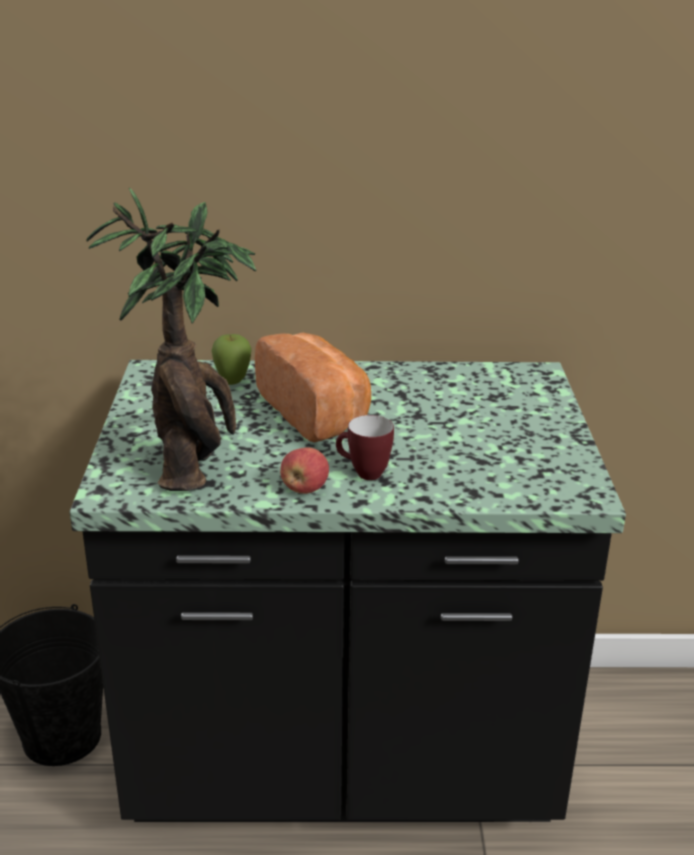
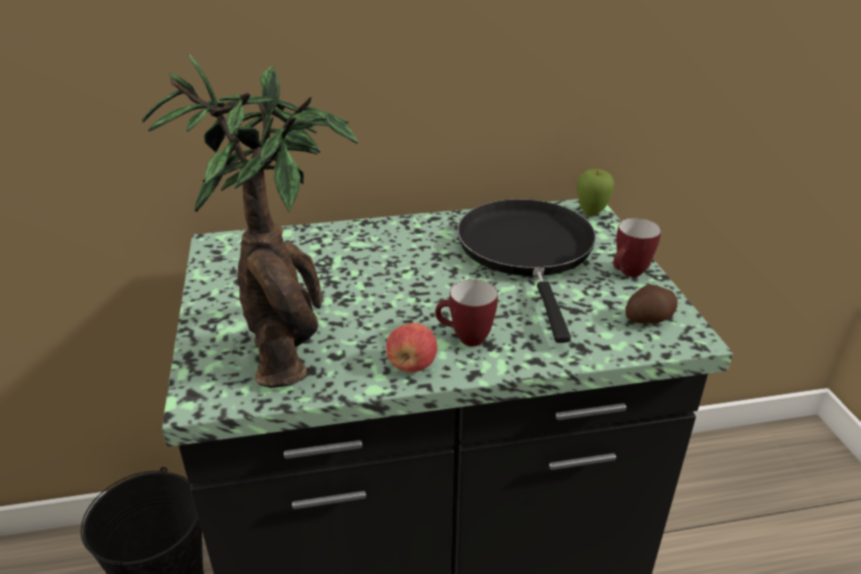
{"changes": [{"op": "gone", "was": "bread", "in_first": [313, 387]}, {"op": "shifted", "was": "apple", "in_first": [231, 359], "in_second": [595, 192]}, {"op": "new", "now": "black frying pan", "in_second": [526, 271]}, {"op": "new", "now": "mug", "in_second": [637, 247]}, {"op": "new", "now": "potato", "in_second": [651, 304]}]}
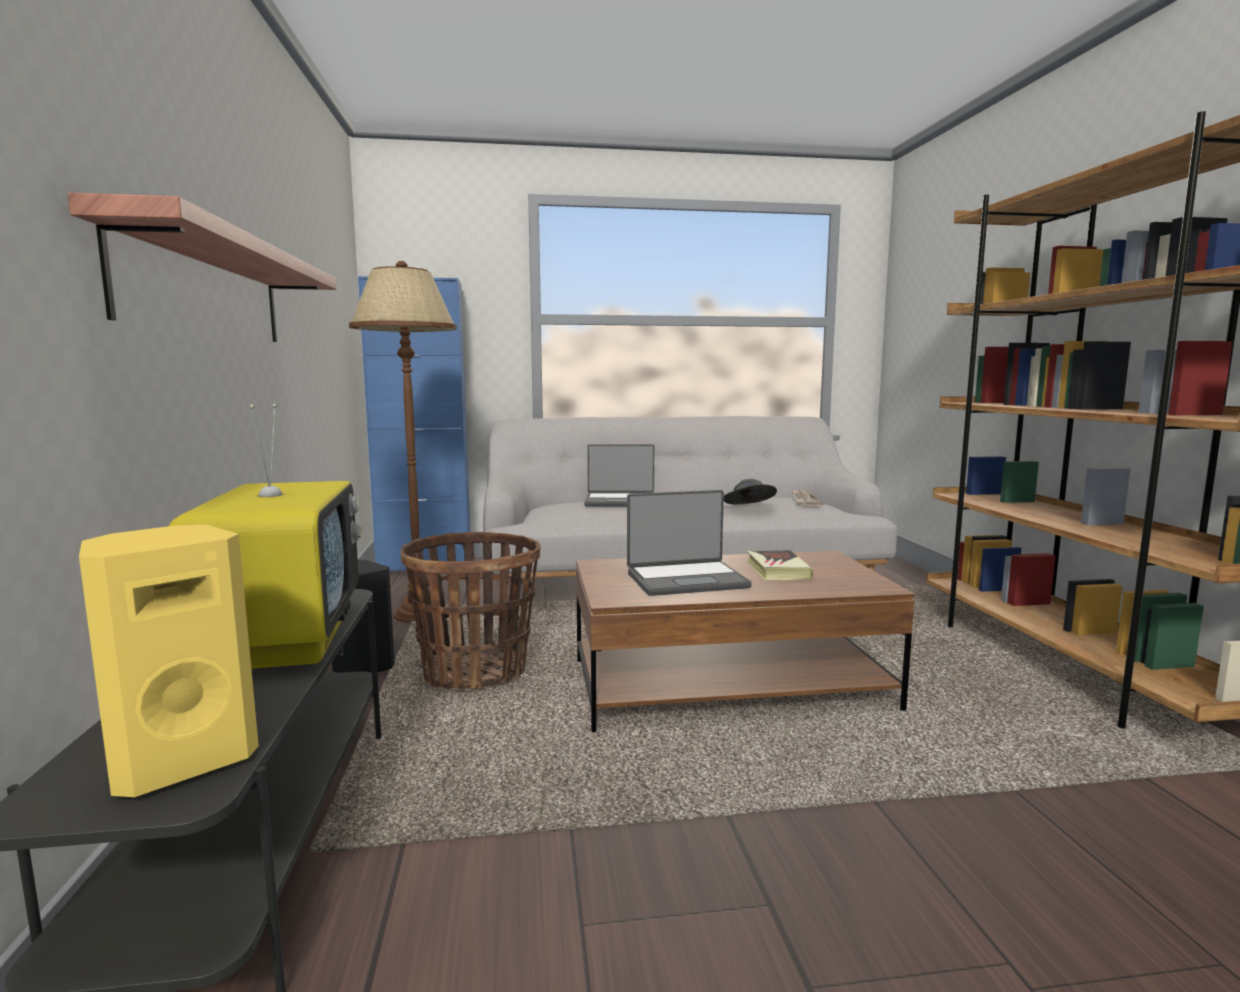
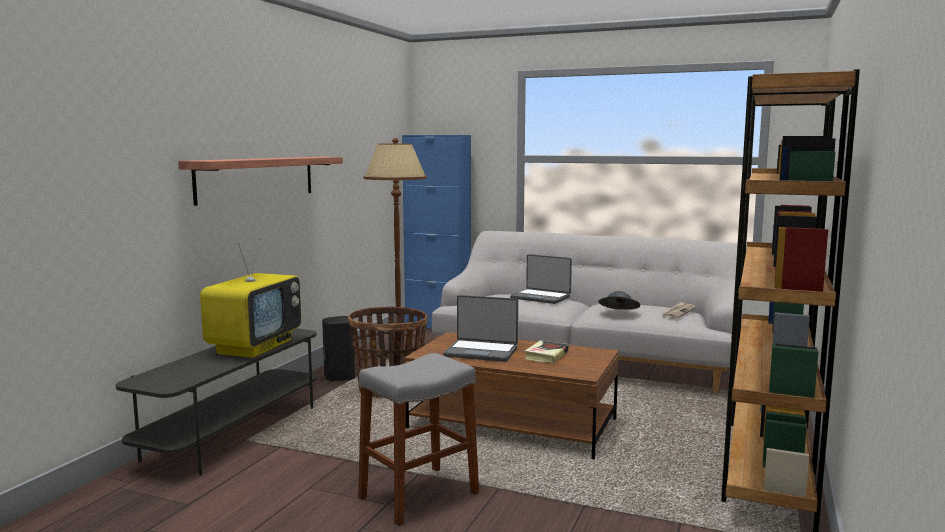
{"changes": [{"op": "gone", "was": "yellow speaker", "in_first": [169, 661]}, {"op": "new", "now": "grey stool", "in_second": [418, 439]}]}
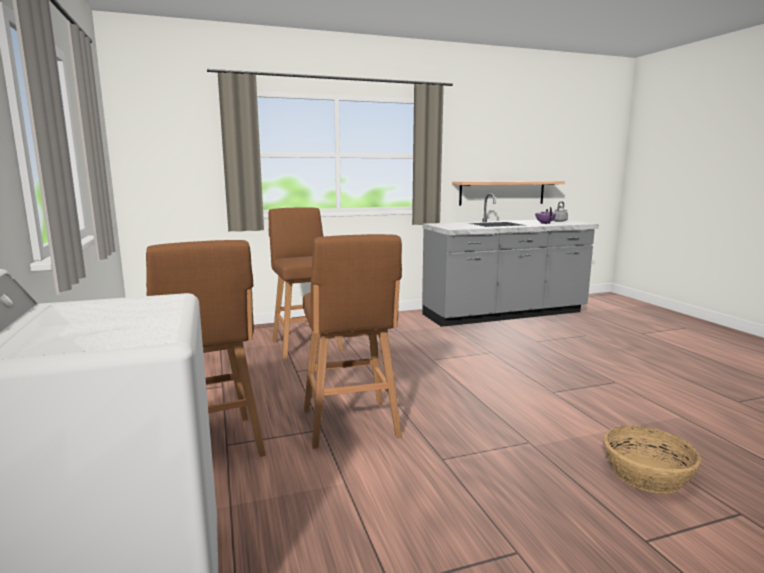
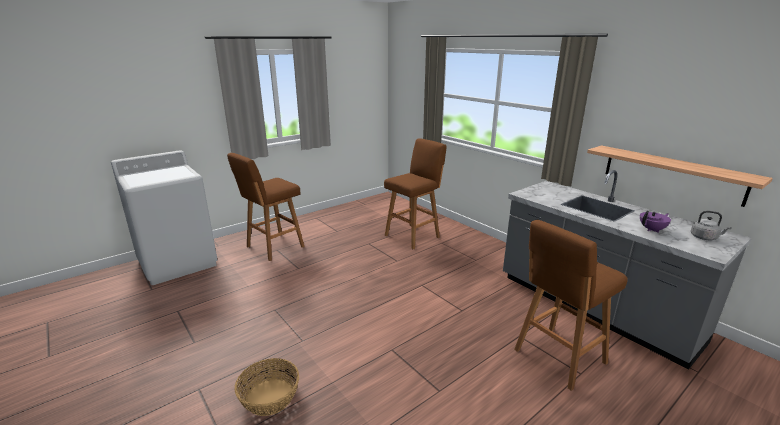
{"changes": [{"op": "shifted", "was": "brown stool", "in_first": [352, 341], "in_second": [571, 305]}]}
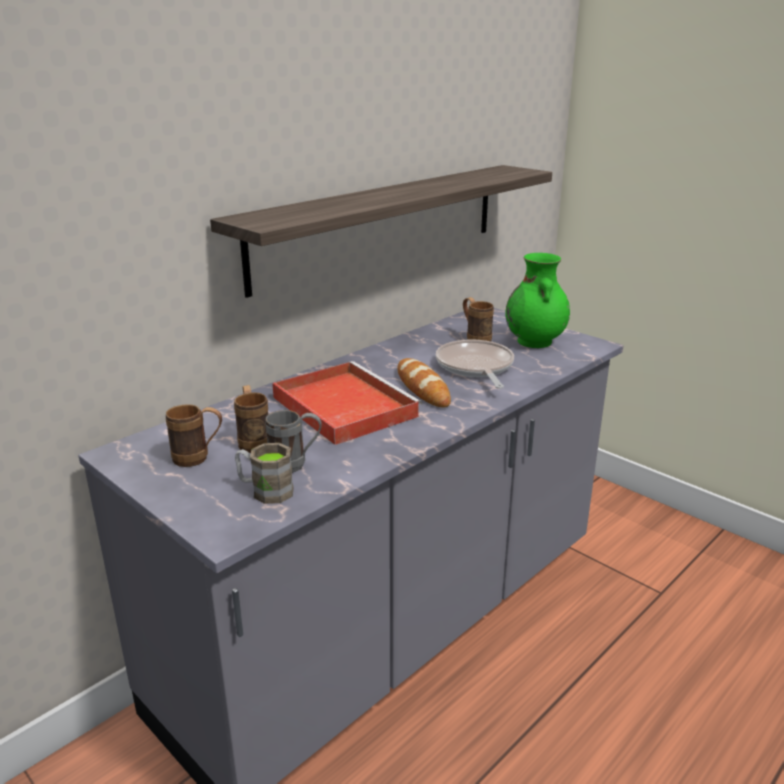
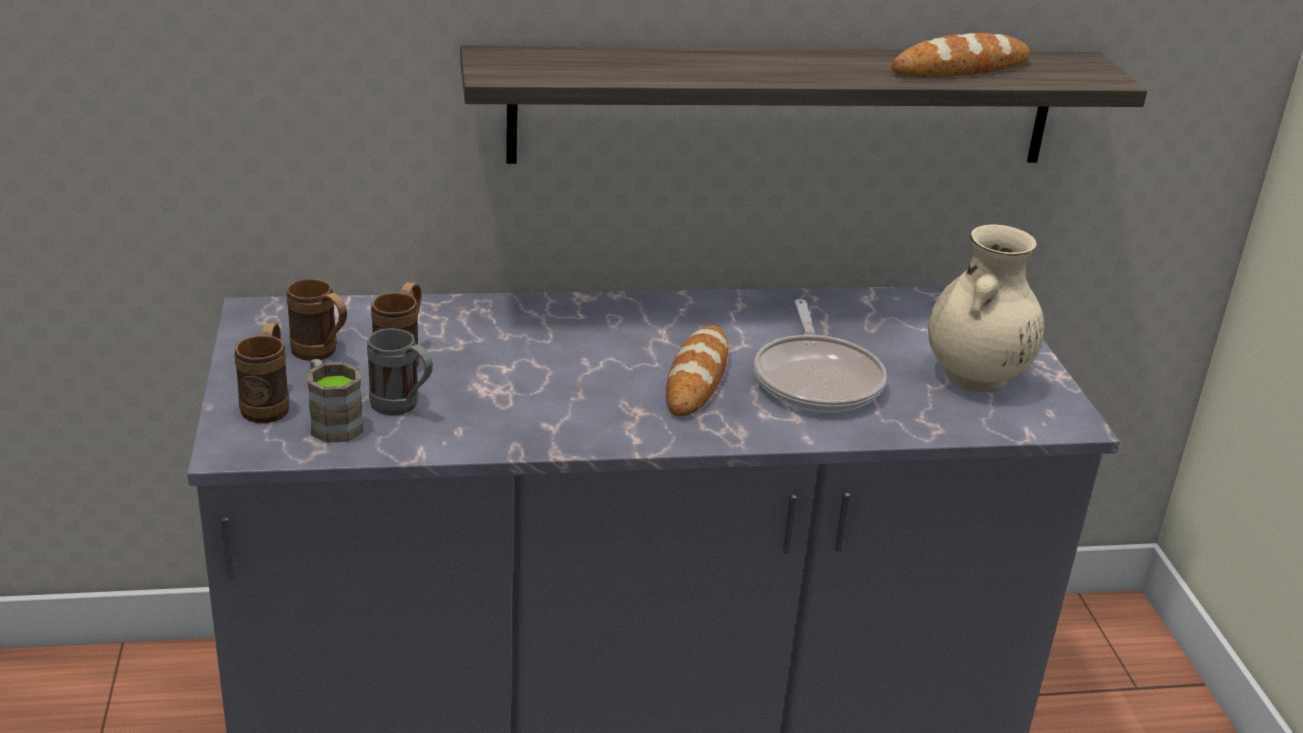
{"changes": [{"op": "repainted", "was": "green vase", "now": "beige vase", "in_first": [537, 300], "in_second": [986, 309]}, {"op": "shifted", "was": "brown mug", "in_first": [478, 319], "in_second": [261, 373]}, {"op": "rotated", "was": "frying pan", "in_first": [475, 364], "in_second": [820, 355], "clockwise": 150}, {"op": "gone", "was": "red tray", "in_first": [347, 403]}, {"op": "new", "now": "bread", "in_second": [960, 55]}]}
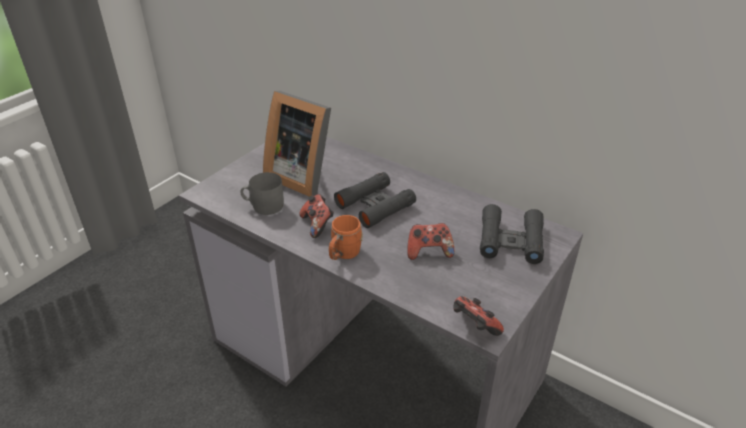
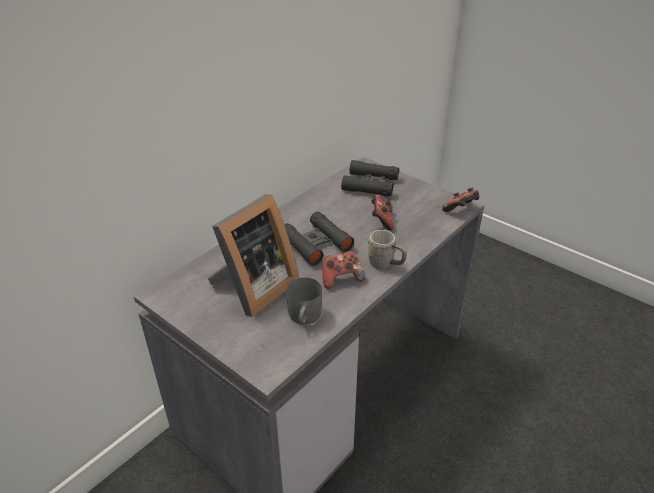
{"changes": [{"op": "repainted", "was": "orange mug", "now": "grey mug", "in_first": [346, 237], "in_second": [387, 249]}]}
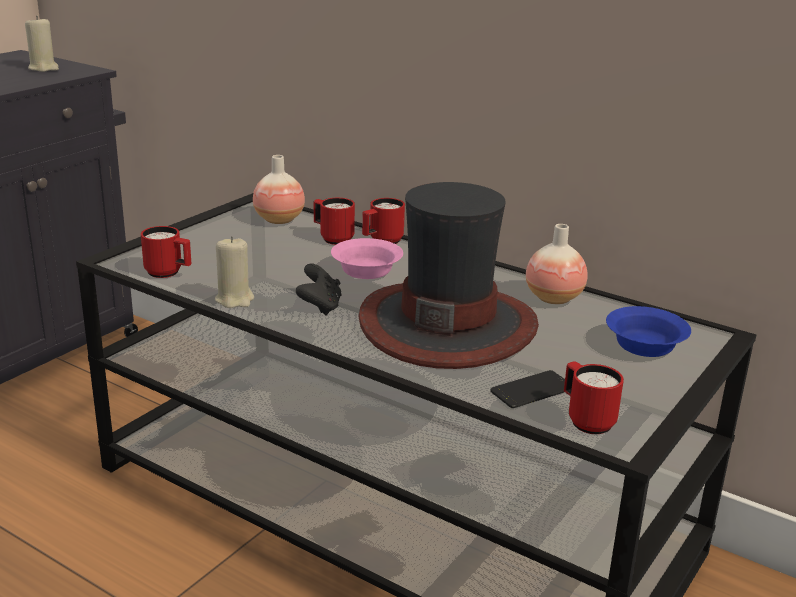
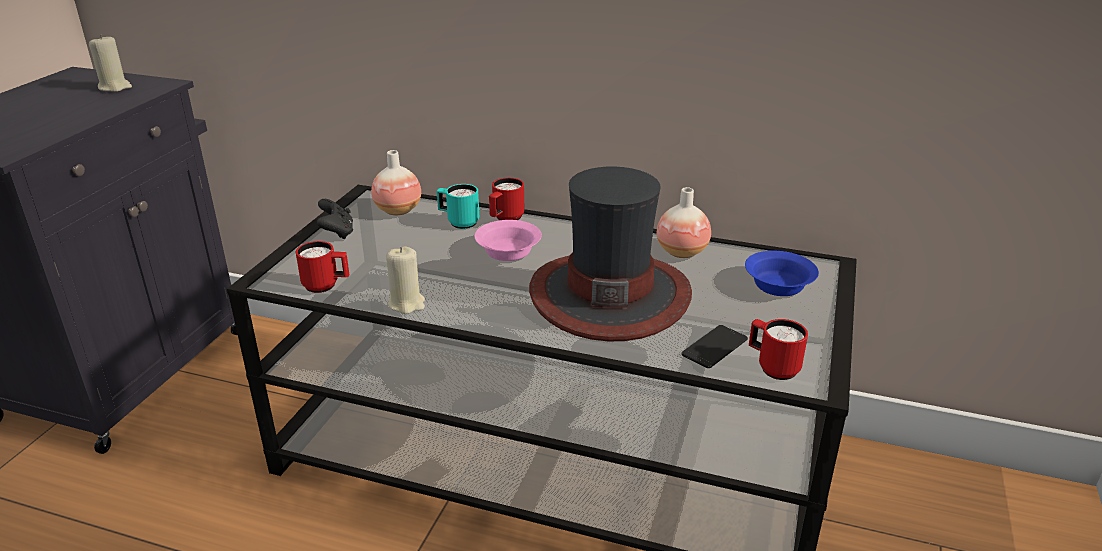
{"changes": [{"op": "repainted", "was": "red mug", "now": "turquoise mug", "in_first": [334, 221], "in_second": [458, 206]}, {"op": "shifted", "was": "black game controller", "in_first": [319, 290], "in_second": [335, 219]}]}
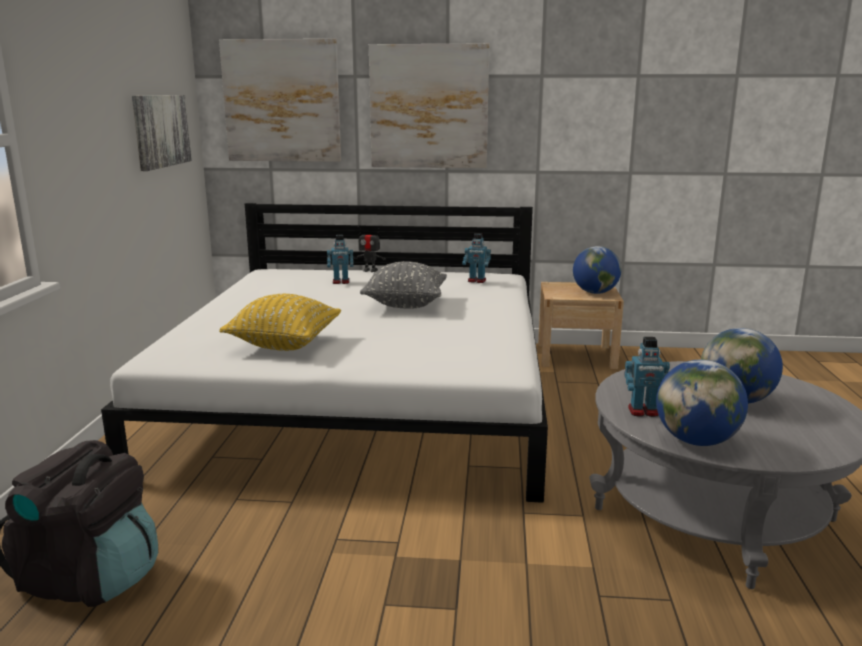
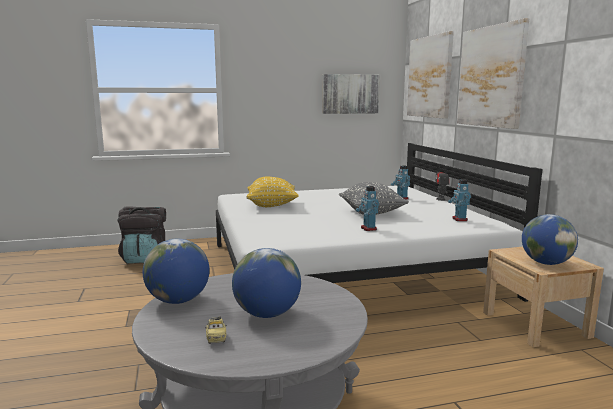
{"changes": [{"op": "shifted", "was": "toy robot", "in_first": [647, 377], "in_second": [367, 208]}, {"op": "new", "now": "toy car", "in_second": [216, 330]}]}
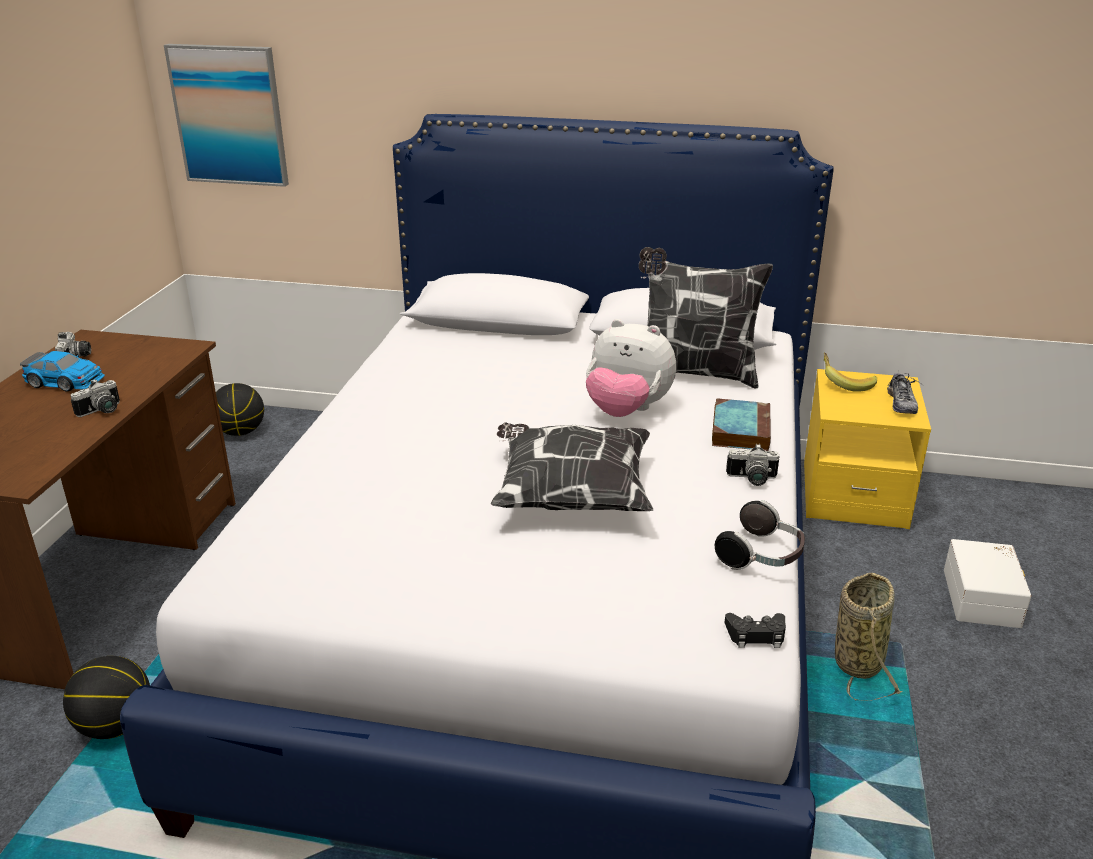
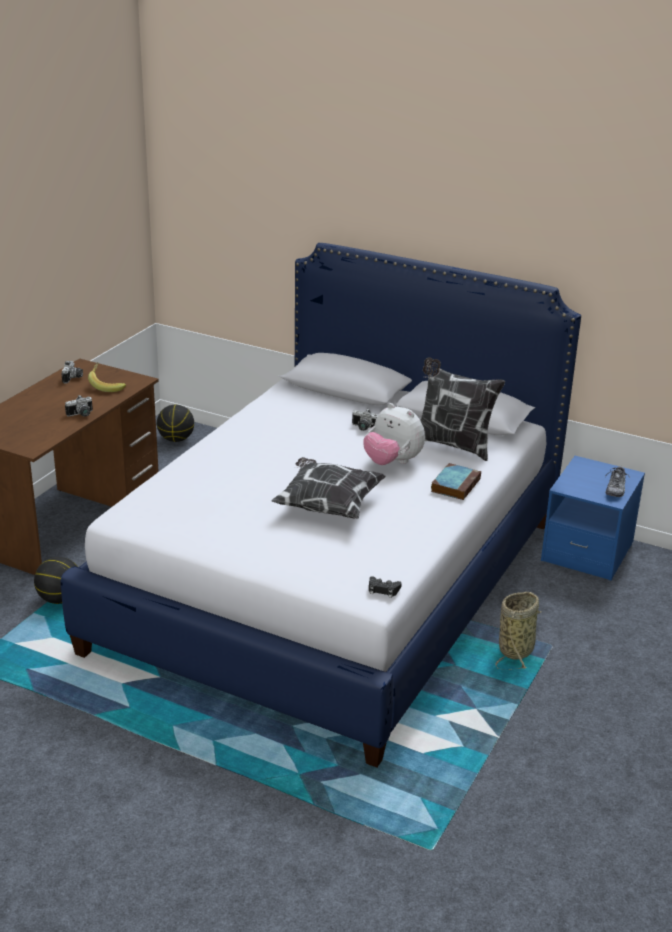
{"changes": [{"op": "gone", "was": "picture", "in_first": [226, 115]}, {"op": "gone", "was": "toy car", "in_first": [62, 371]}, {"op": "shifted", "was": "banana", "in_first": [850, 372], "in_second": [107, 377]}, {"op": "repainted", "was": "yellow nightstand", "now": "blue nightstand", "in_first": [867, 449], "in_second": [593, 518]}, {"op": "shifted", "was": "photo camera", "in_first": [752, 465], "in_second": [365, 420]}, {"op": "gone", "was": "headphones", "in_first": [760, 535]}, {"op": "gone", "was": "white storage box", "in_first": [987, 583]}]}
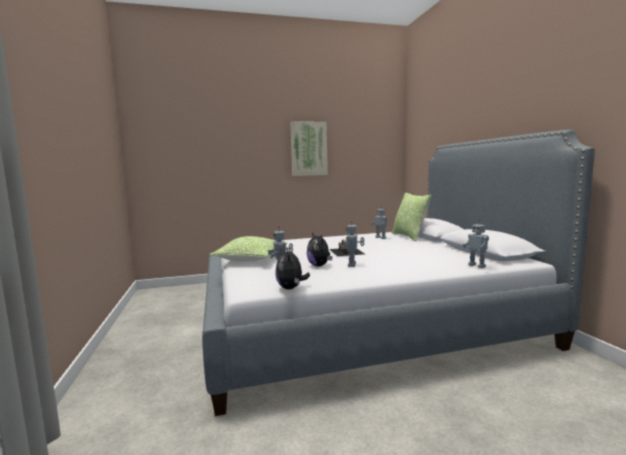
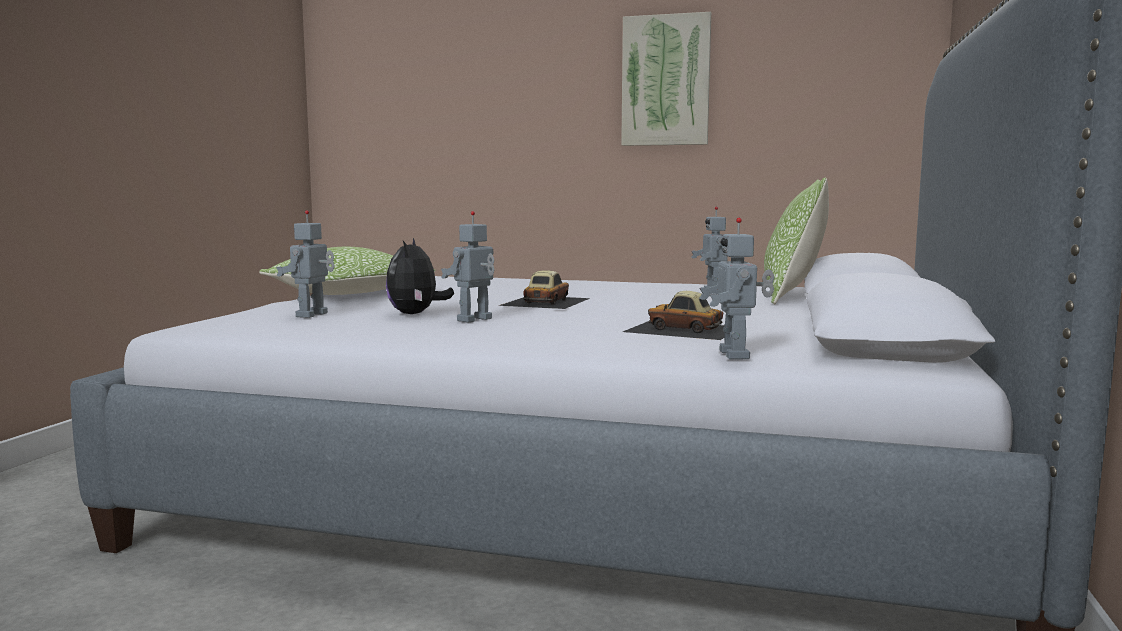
{"changes": [{"op": "gone", "was": "plush toy", "in_first": [292, 268]}, {"op": "new", "now": "toy car", "in_second": [674, 315]}]}
